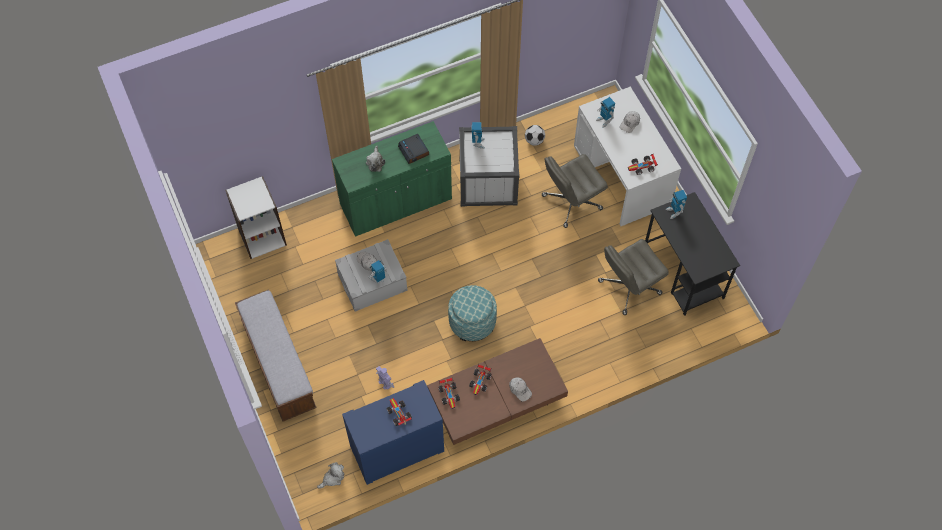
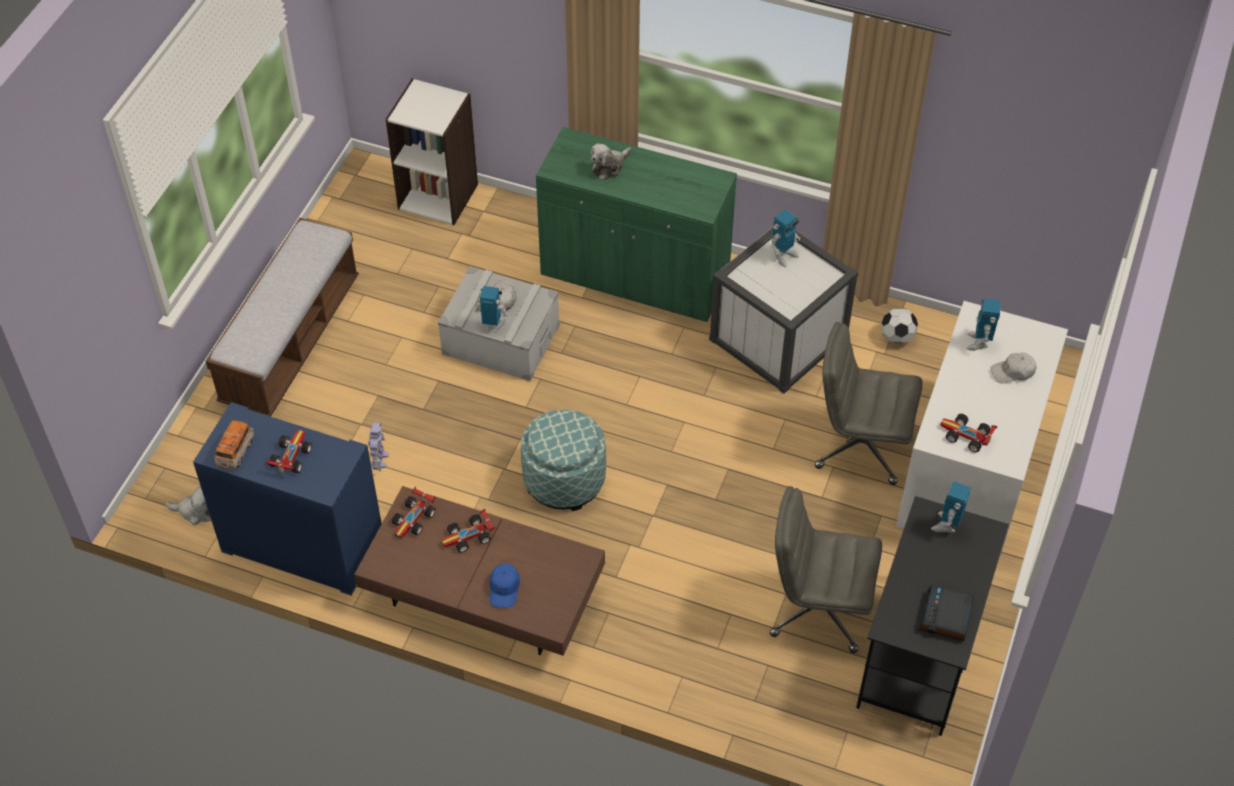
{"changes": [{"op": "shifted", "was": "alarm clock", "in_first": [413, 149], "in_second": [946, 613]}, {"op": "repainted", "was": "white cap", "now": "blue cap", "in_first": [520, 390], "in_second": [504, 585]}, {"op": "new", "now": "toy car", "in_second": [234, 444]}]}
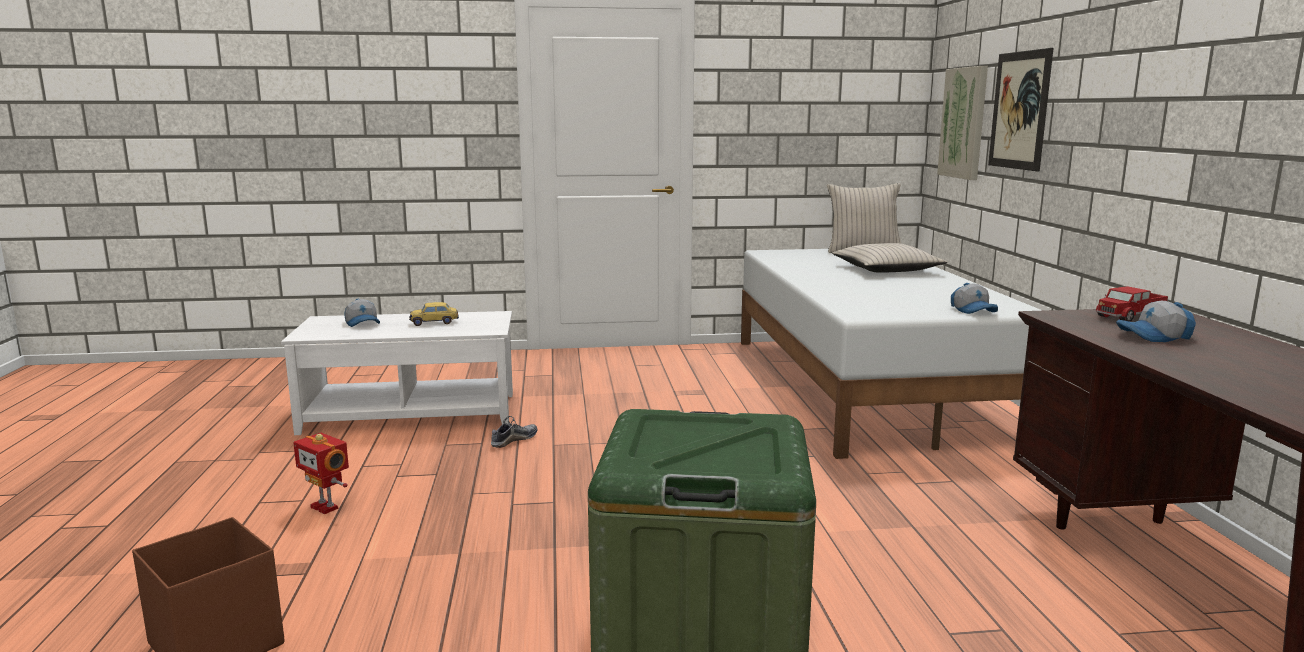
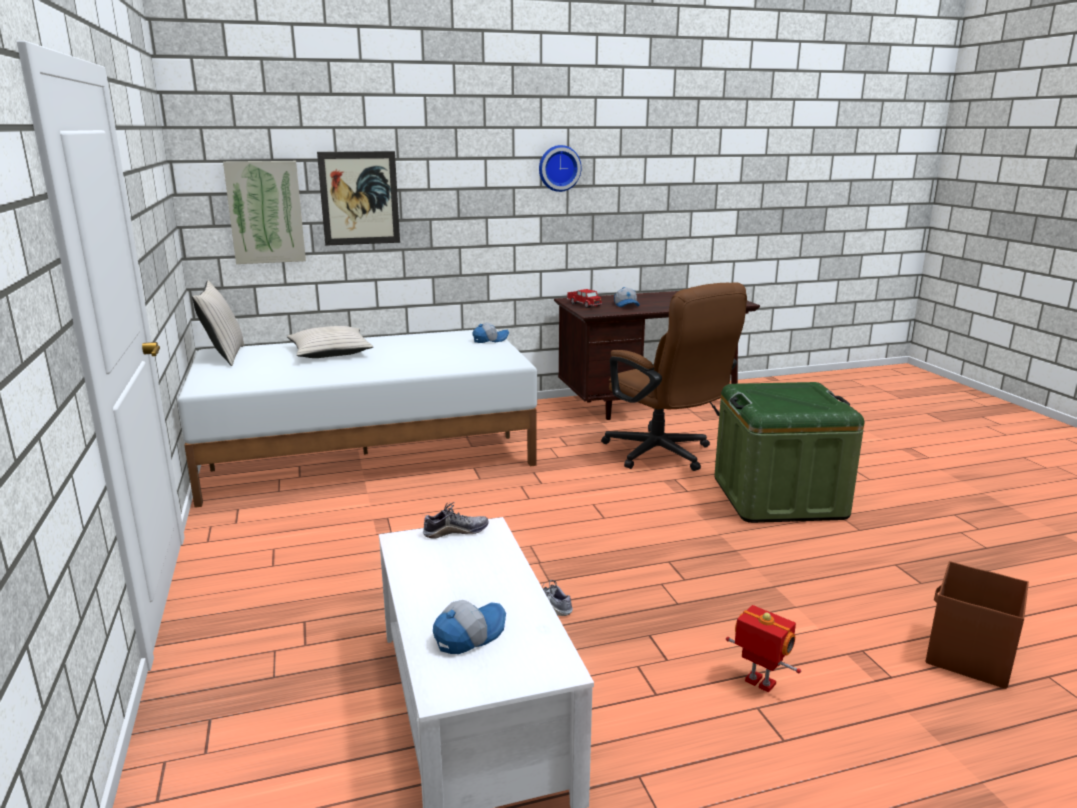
{"changes": [{"op": "gone", "was": "toy car", "in_first": [434, 314]}, {"op": "rotated", "was": "toy robot", "in_first": [321, 473], "in_second": [763, 649], "clockwise": -75}, {"op": "new", "now": "wall clock", "in_second": [560, 168]}, {"op": "new", "now": "brown office chair", "in_second": [674, 376]}, {"op": "new", "now": "shoe", "in_second": [455, 520]}]}
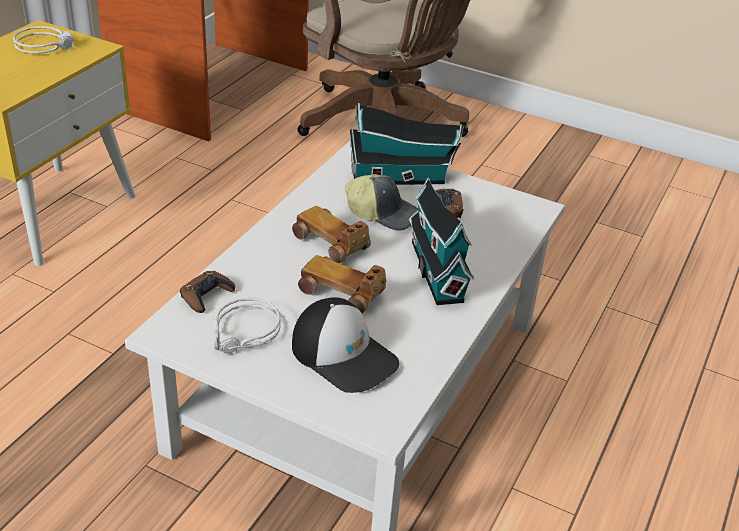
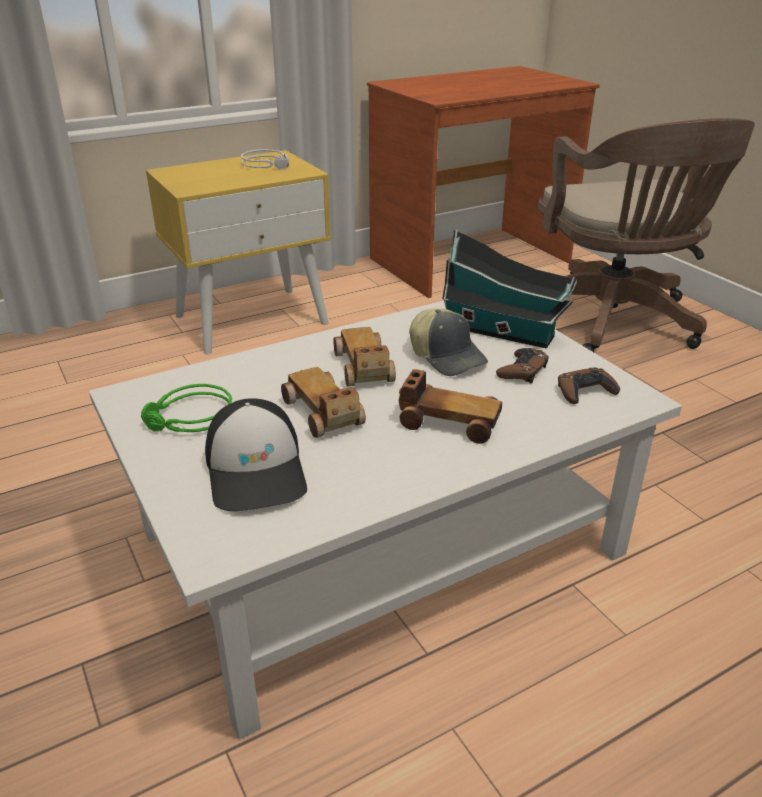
{"changes": [{"op": "swapped", "was": "toy house", "now": "toy car", "in_first": [441, 241], "in_second": [450, 406]}, {"op": "shifted", "was": "brown game controller", "in_first": [207, 292], "in_second": [589, 385]}, {"op": "repainted", "was": "grey headphones", "now": "green headphones", "in_first": [247, 326], "in_second": [186, 408]}]}
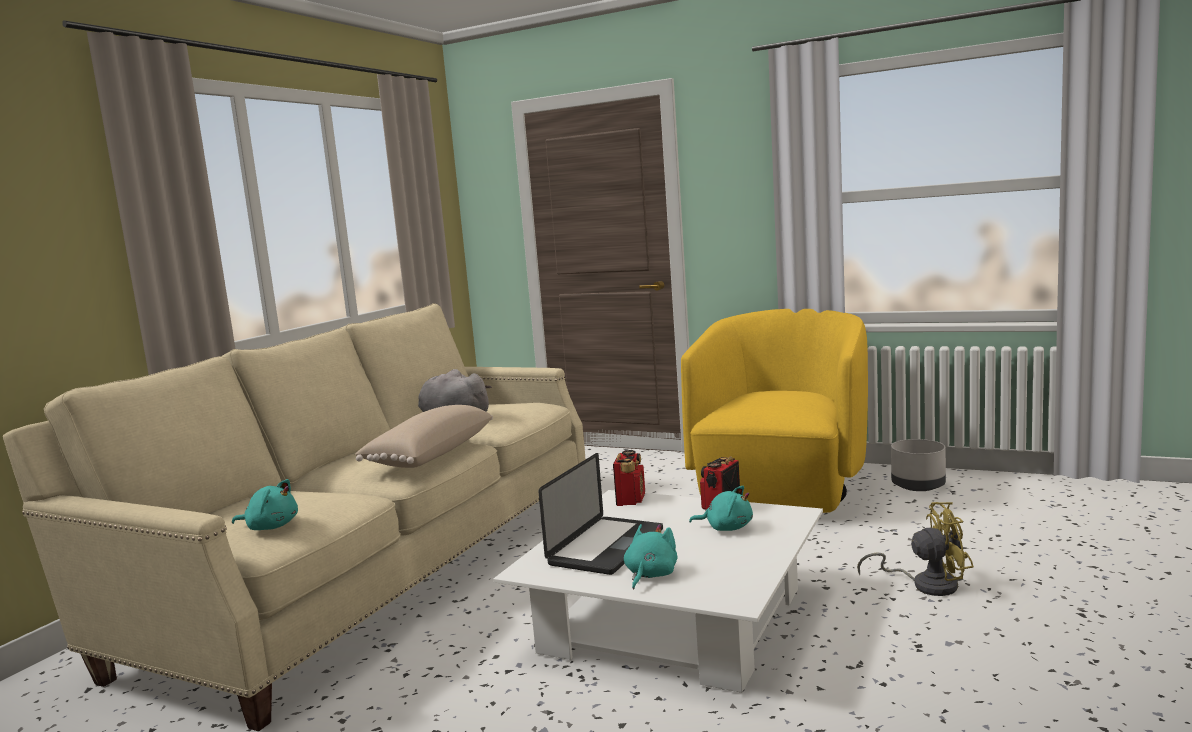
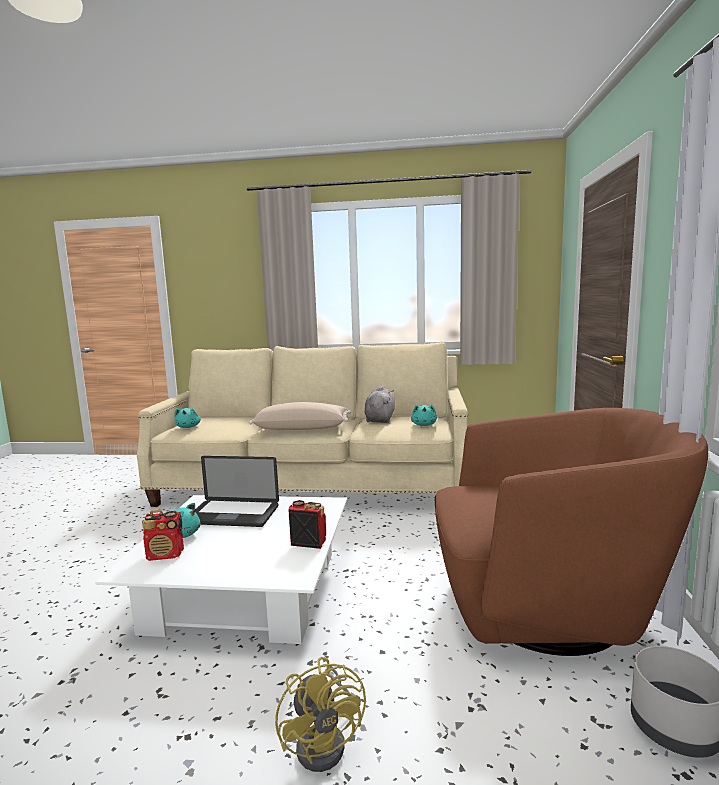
{"changes": [{"op": "repainted", "was": "yellow armchair", "now": "brown armchair", "in_first": [774, 411], "in_second": [571, 532]}, {"op": "shifted", "was": "radio", "in_first": [629, 478], "in_second": [163, 535]}, {"op": "shifted", "was": "turquoise plush toy", "in_first": [721, 508], "in_second": [424, 415]}]}
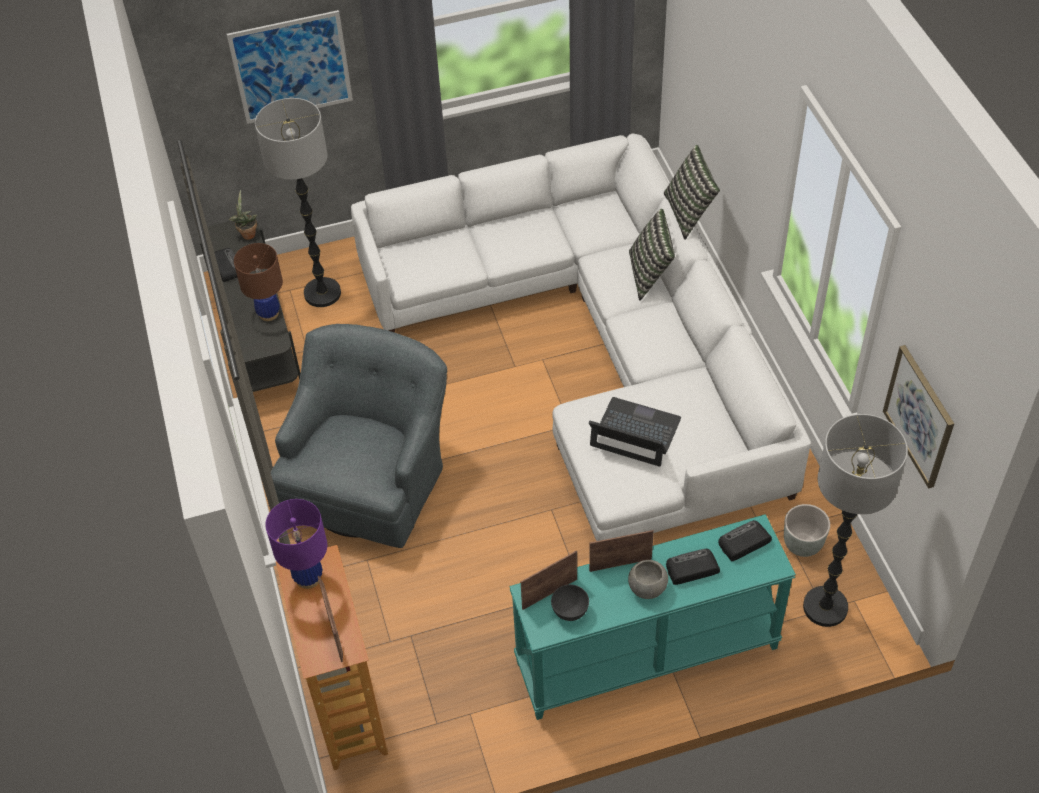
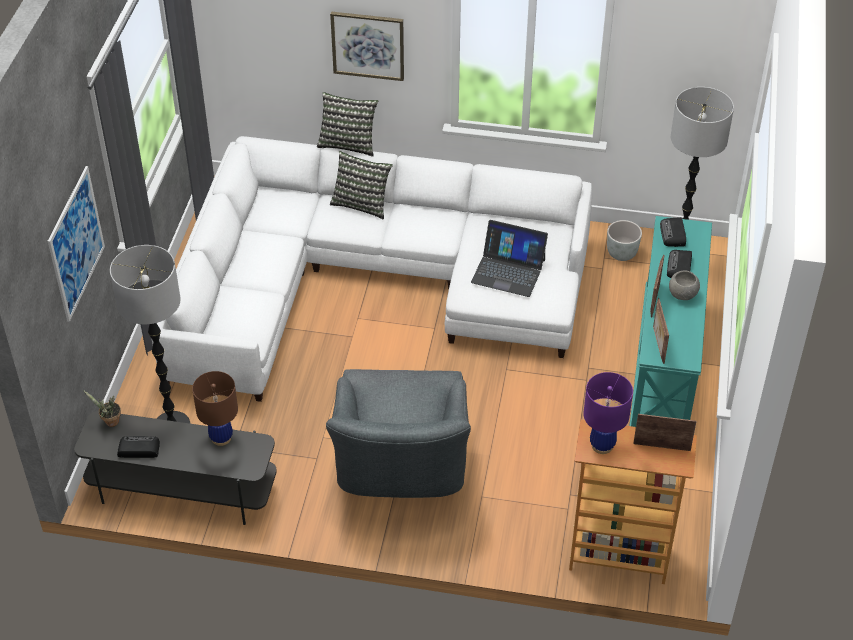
{"changes": [{"op": "rotated", "was": "grey armchair", "in_first": [359, 436], "in_second": [398, 433], "clockwise": -135}, {"op": "shifted", "was": "picture", "in_first": [918, 416], "in_second": [367, 46]}, {"op": "rotated", "was": "laptop", "in_first": [635, 432], "in_second": [509, 258], "clockwise": -120}, {"op": "gone", "was": "grey bowl", "in_first": [570, 603]}]}
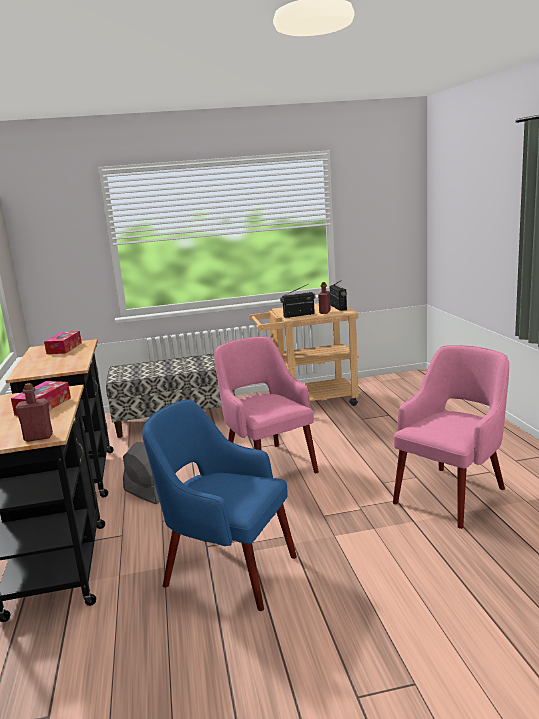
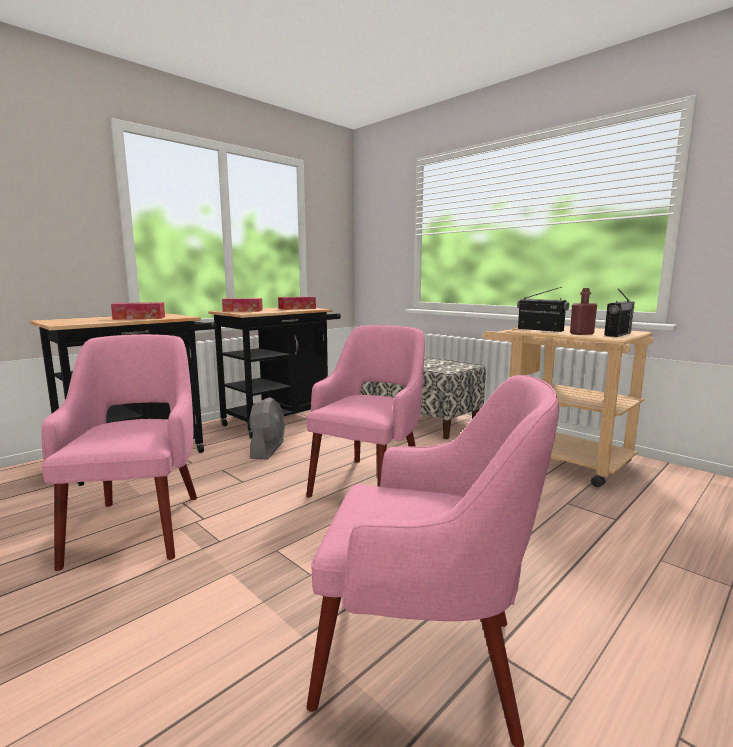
{"changes": [{"op": "gone", "was": "red bottle", "in_first": [34, 412]}, {"op": "repainted", "was": "blue armchair", "now": "pink armchair", "in_first": [219, 505], "in_second": [119, 452]}, {"op": "new", "now": "tissue box", "in_second": [242, 305]}]}
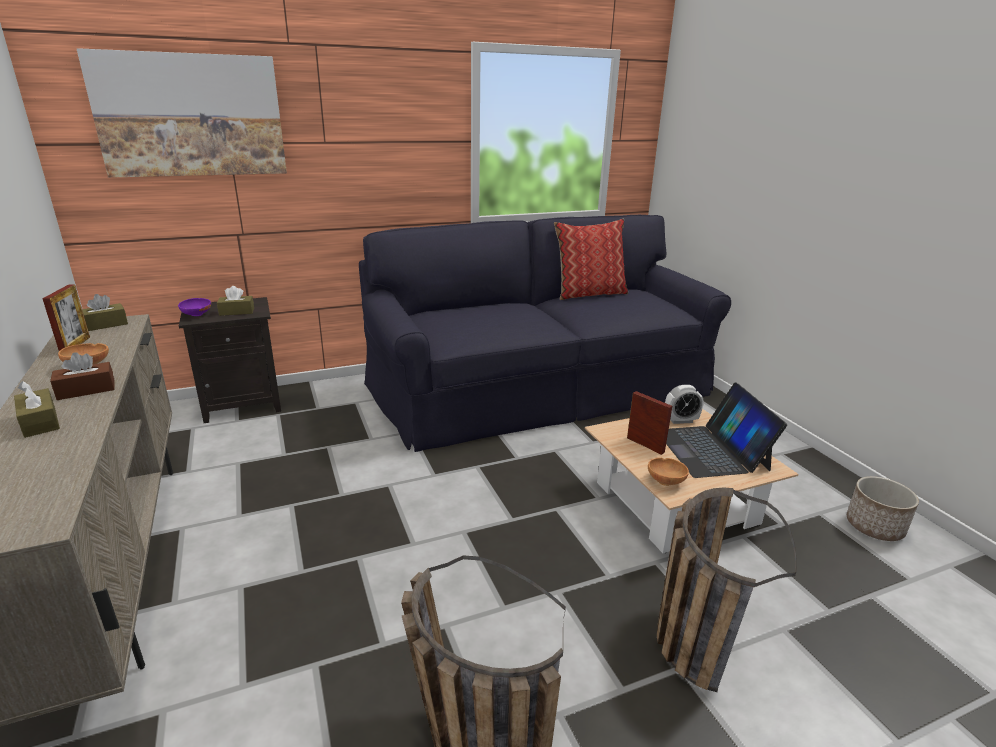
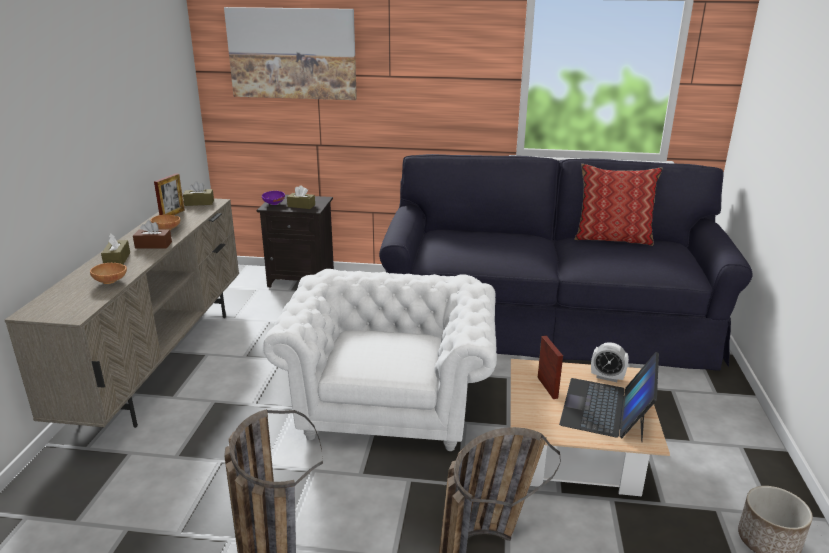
{"changes": [{"op": "shifted", "was": "brown bowl", "in_first": [668, 472], "in_second": [108, 273]}, {"op": "new", "now": "white armchair", "in_second": [380, 360]}]}
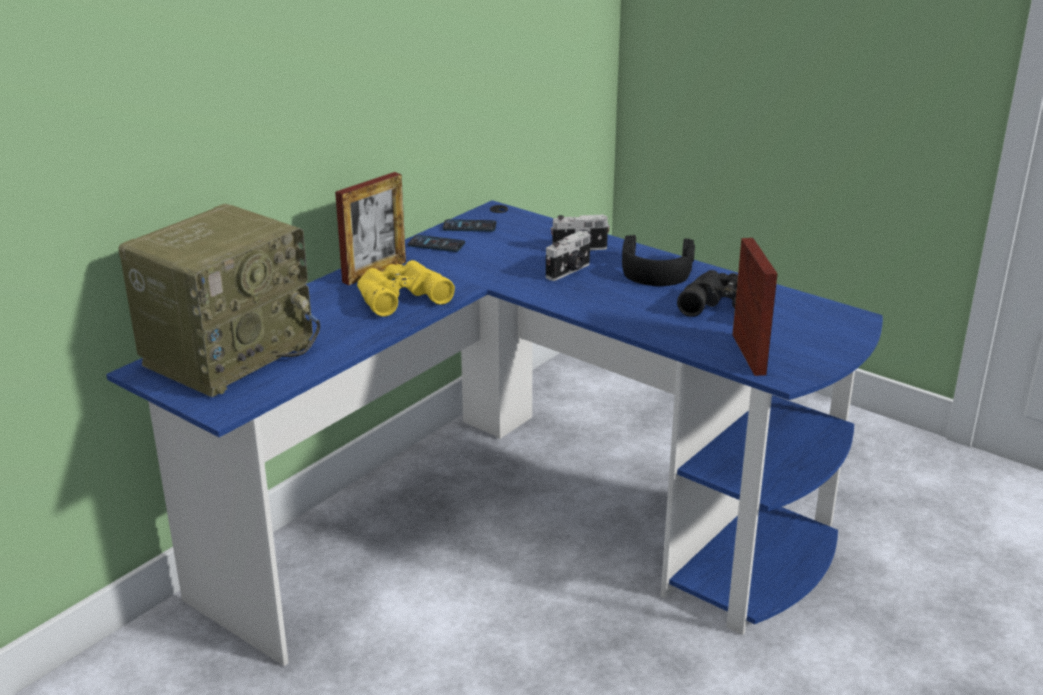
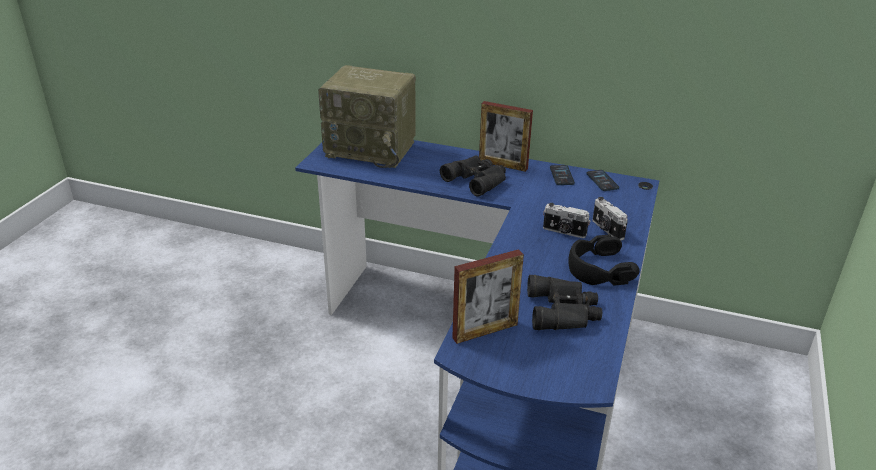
{"changes": [{"op": "repainted", "was": "yellow binoculars", "now": "black binoculars", "in_first": [406, 288], "in_second": [473, 176]}]}
